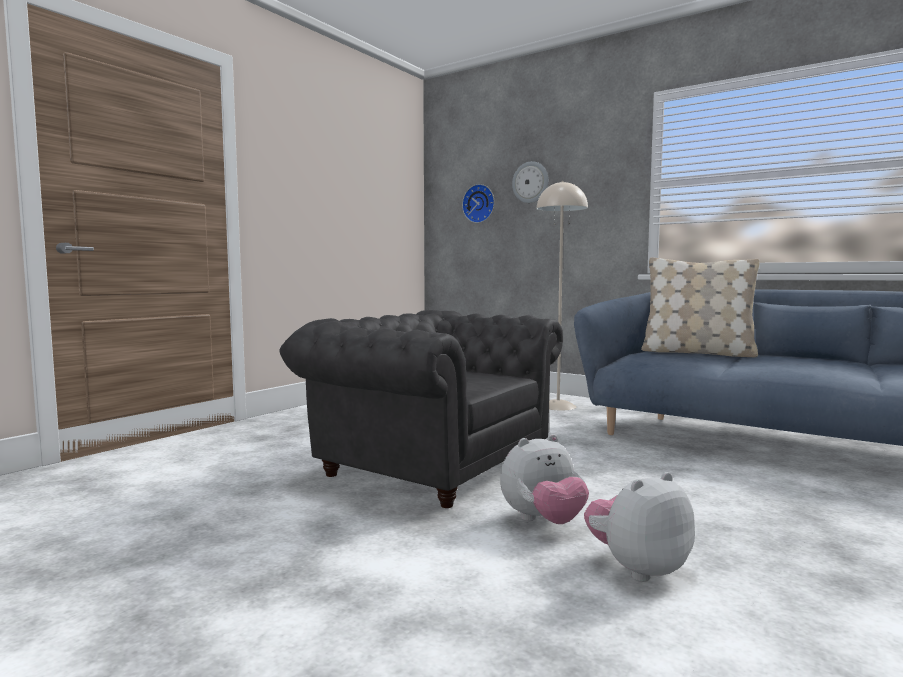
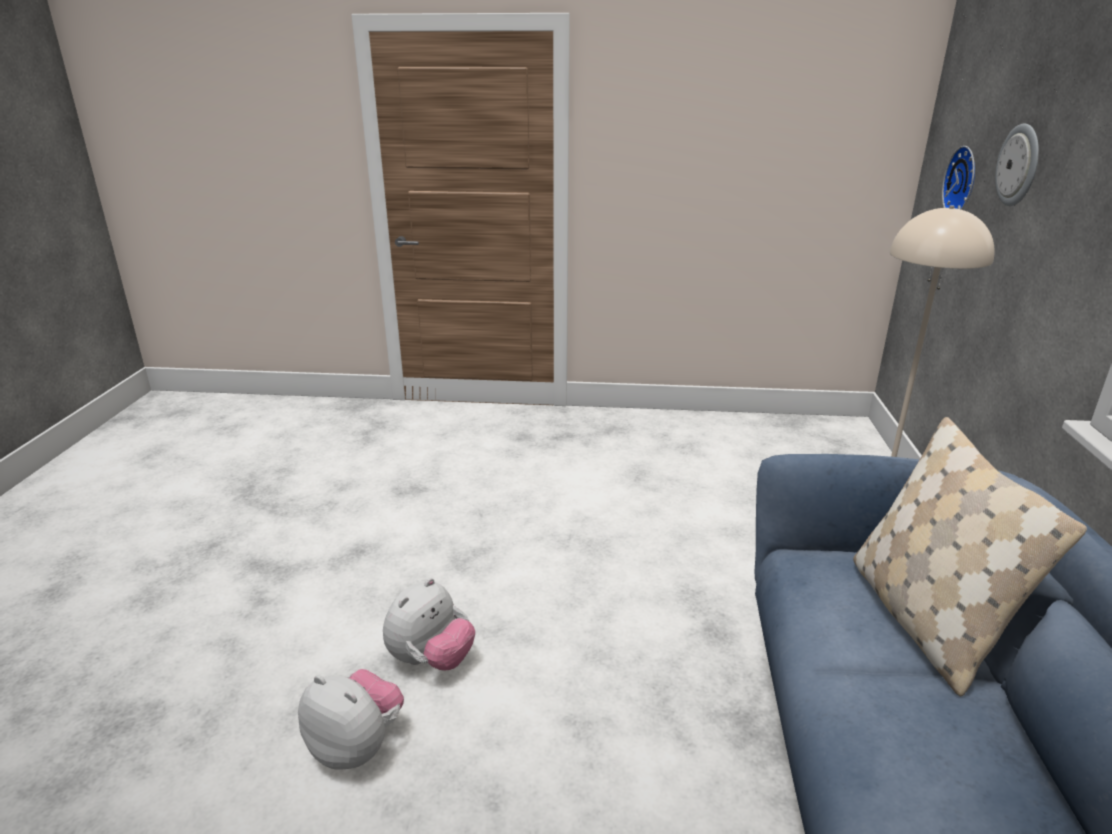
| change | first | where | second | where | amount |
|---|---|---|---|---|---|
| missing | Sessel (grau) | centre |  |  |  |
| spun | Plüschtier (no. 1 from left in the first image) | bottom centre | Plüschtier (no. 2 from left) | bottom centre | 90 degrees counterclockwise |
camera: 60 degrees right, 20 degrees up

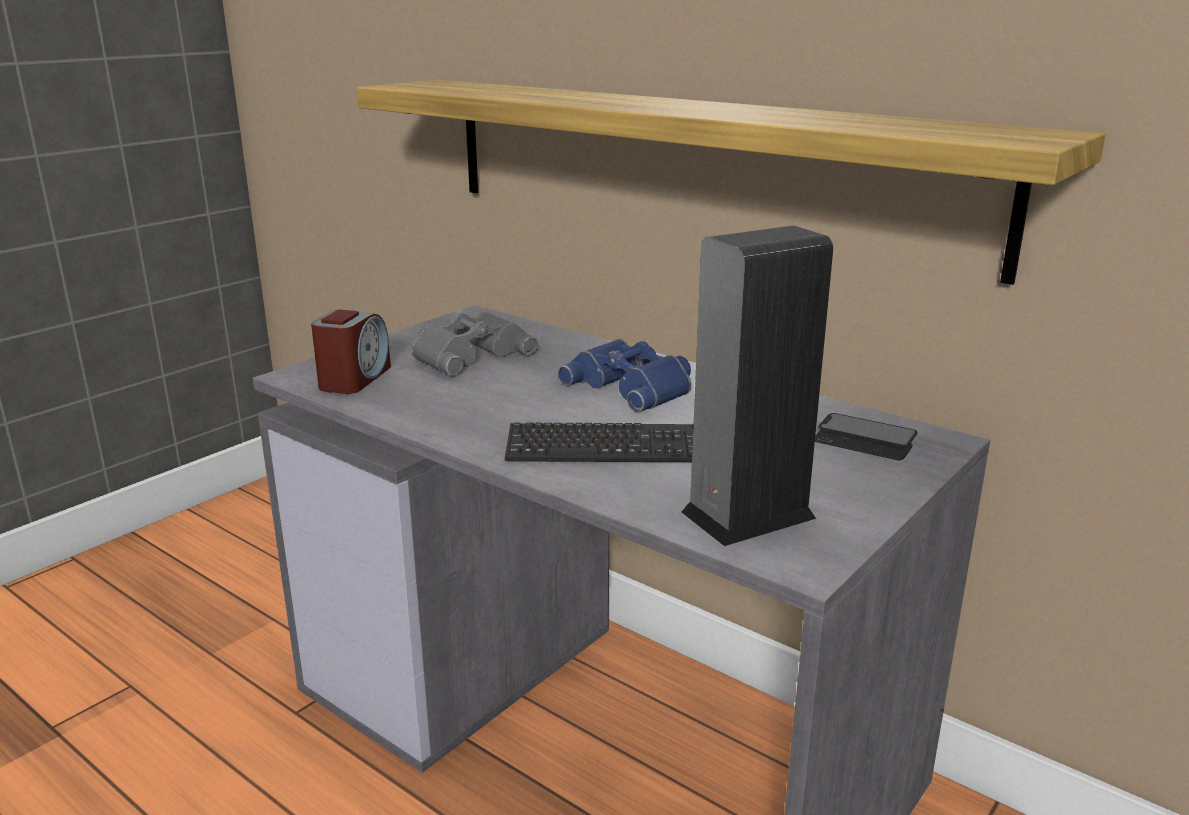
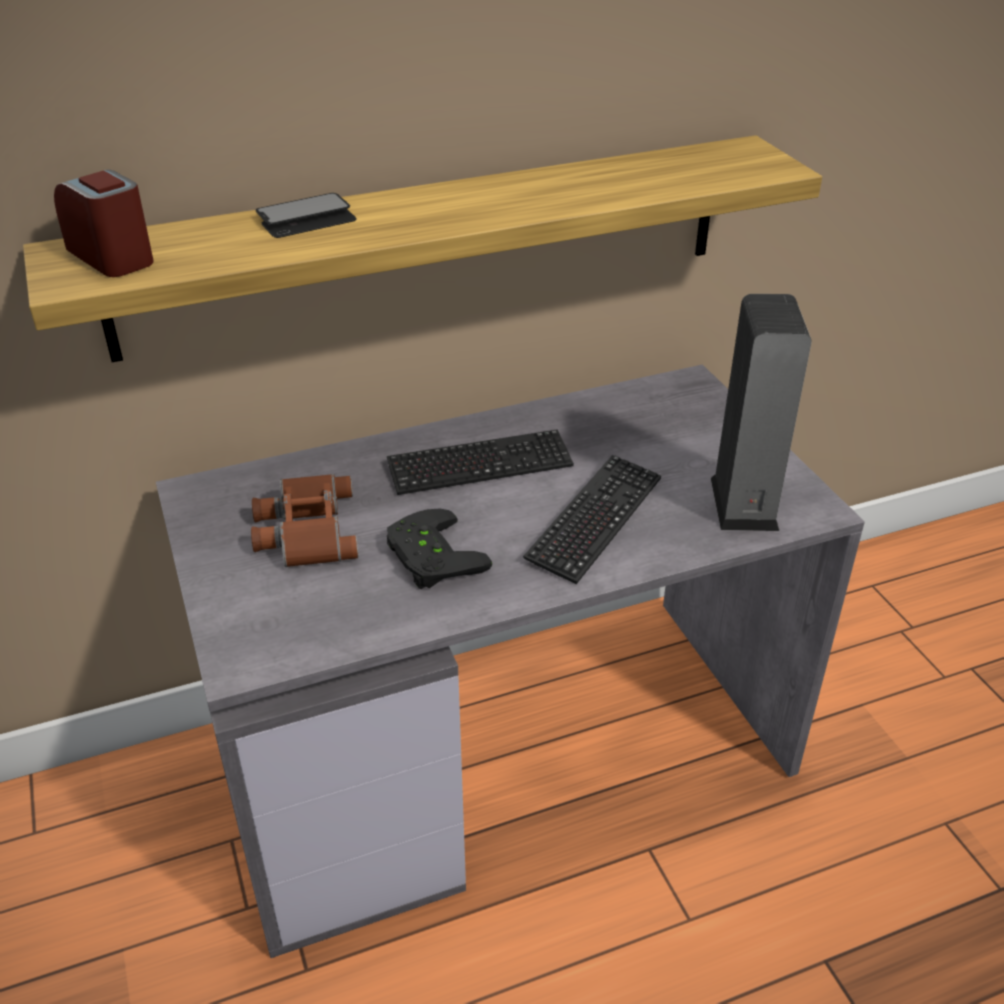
| change | first | where | second | where | amount |
|---|---|---|---|---|---|
| relocated | Wecker | middle left |  | top left |  |
| colour | Fernglas (grau) | centre | Fernglas (braun) | middle left |  |
| exchanged | Fernglas (blau) | centre | Tastatur (no. 1 from left) | centre |  |
| relocated | Handy | middle right |  | top left |  |
| appeared |  |  | Gamepad (schwarz) | centre |  |
camera: 60 degrees left, 15 degrees up

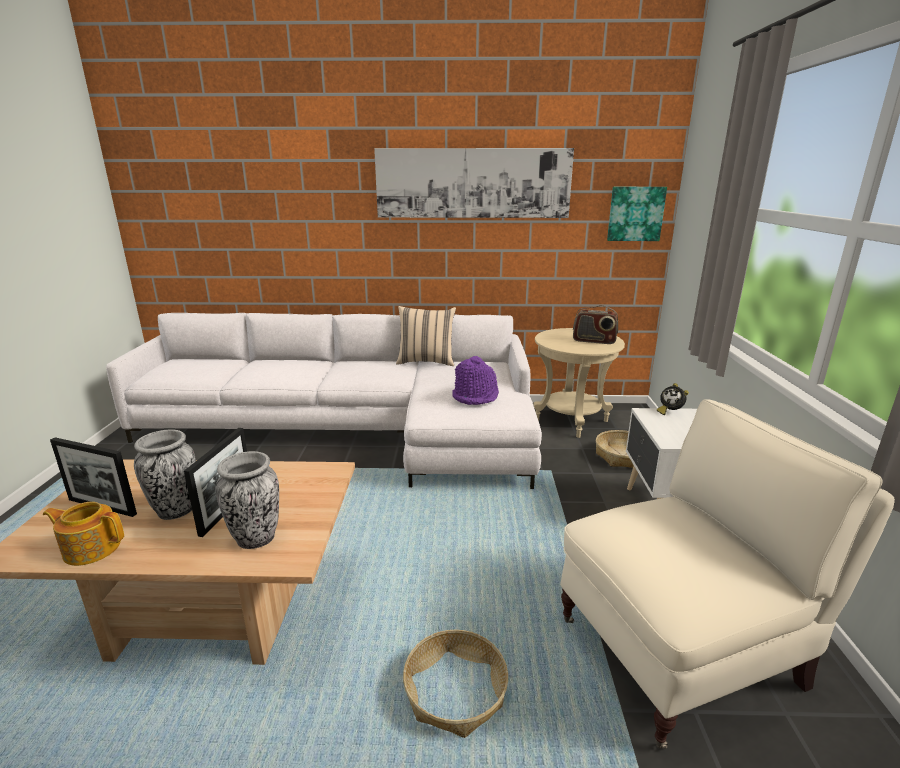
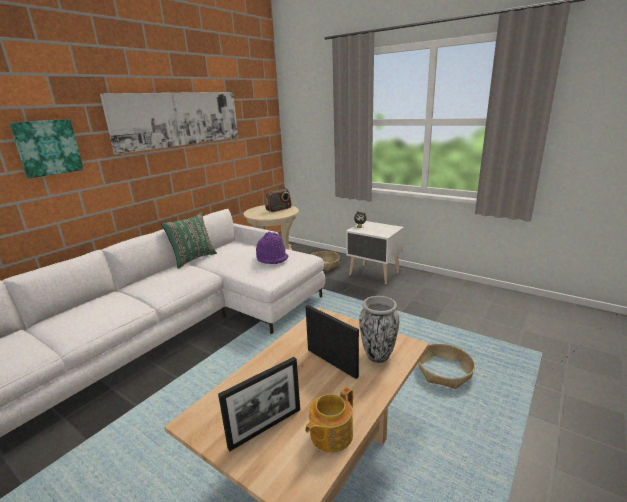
| change | first | where | second | where | amount |
|---|---|---|---|---|---|
| relocated | Bild (no. 2 from left in the first image) | top right | Bild (no. 1 from left) | top left |  |
| colour | Kissen (beige) | centre | Kissen (grün) | middle left |  |
| missing | Sessel (beige) | bottom right |  |  |  |
| missing | Vase (no. 1 from left) | middle left |  |  |  |
camera: 55 degrees left, 0 degrees up

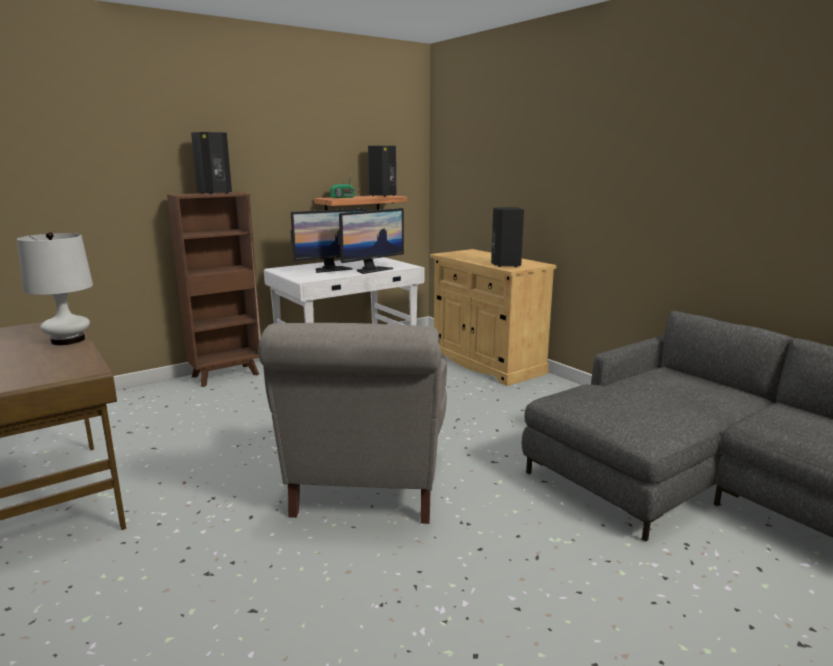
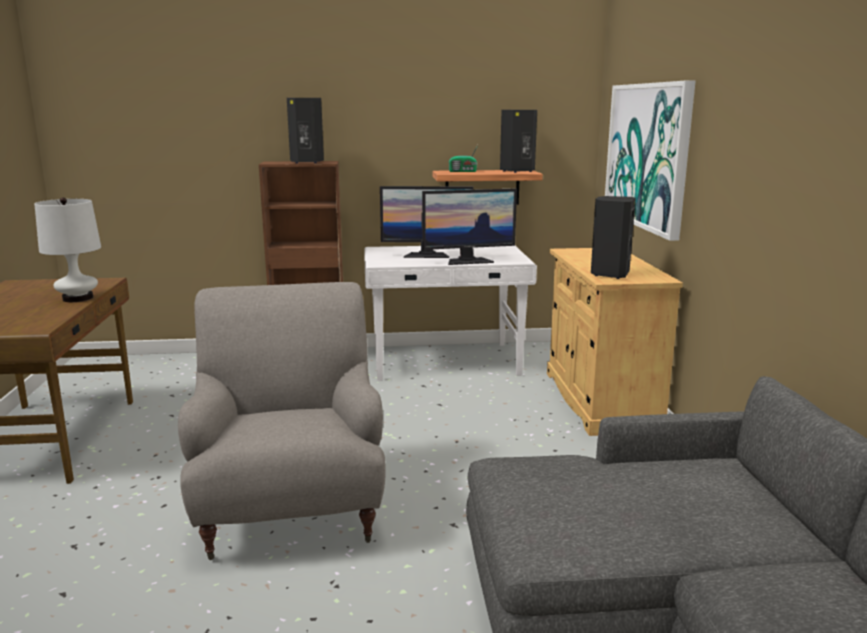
| change | first | where | second | where | amount |
|---|---|---|---|---|---|
| spun | Sessel (grau) | centre |  | middle left | 135 degrees clockwise |
| appeared |  |  | Bild | top right |  |
camera: 30 degrees right, 0 degrees up

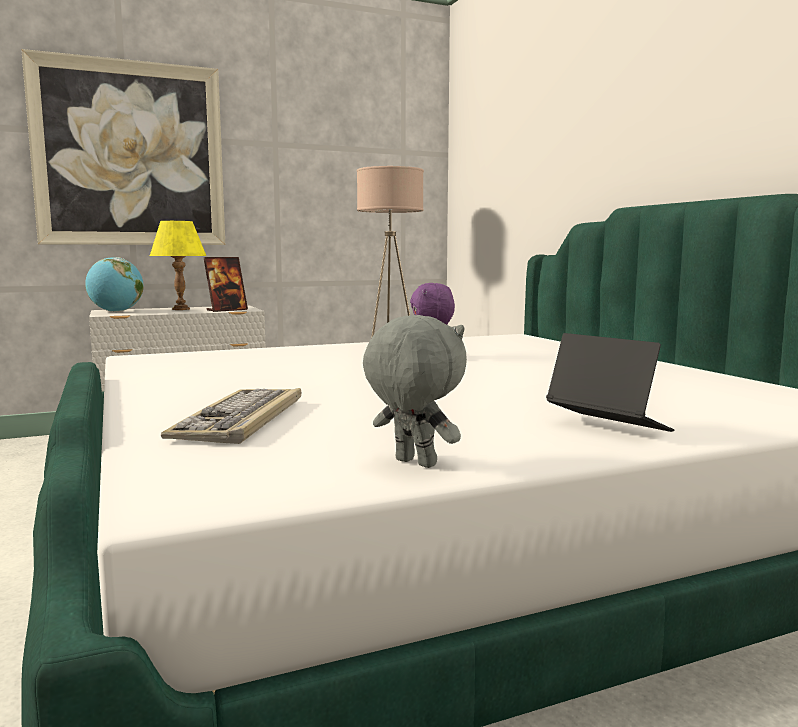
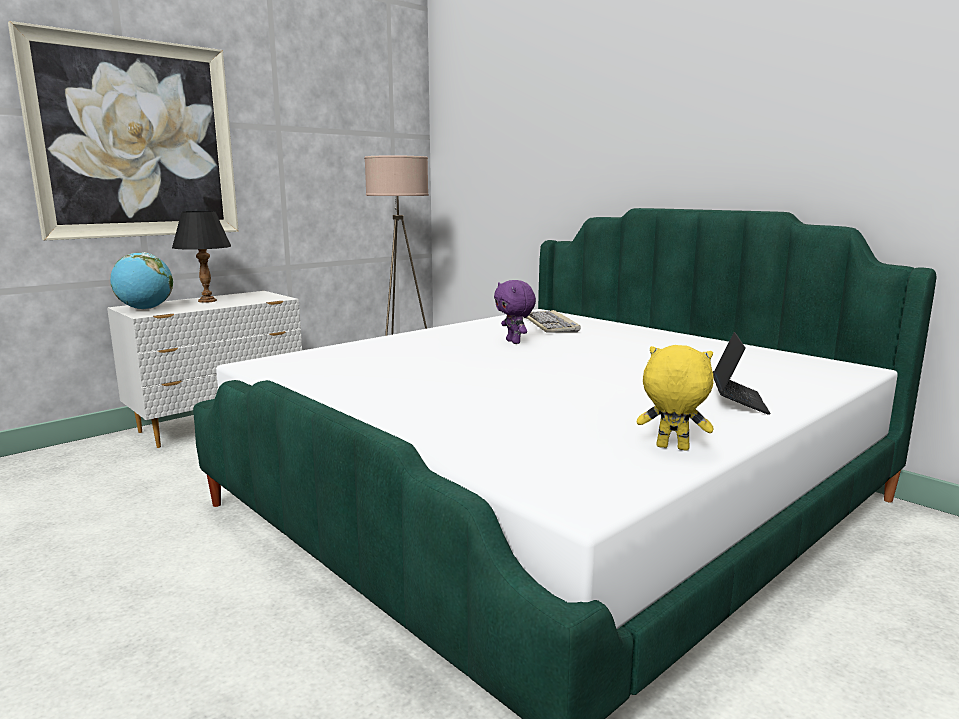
| change | first | where | second | where | amount |
|---|---|---|---|---|---|
| colour | Tischlampe (gelb) | middle left | Tischlampe (schwarz) | middle left |  |
| missing | Bilderrahmen | middle left |  |  |  |
| colour | Plüschtier (grau) | centre | Plüschtier (gelb) | middle right |  |
| spun | Laptop | middle right |  | middle right | 75 degrees clockwise |
| relocated | Tastatur | middle left |  | centre |  |
camera: 20 degrees left, 5 degrees up

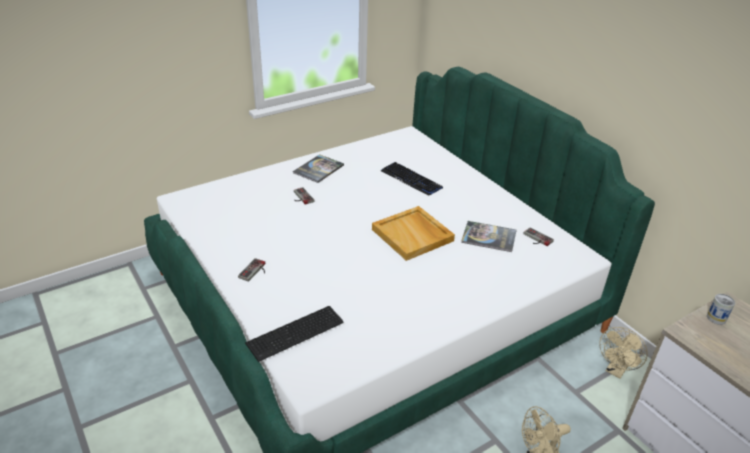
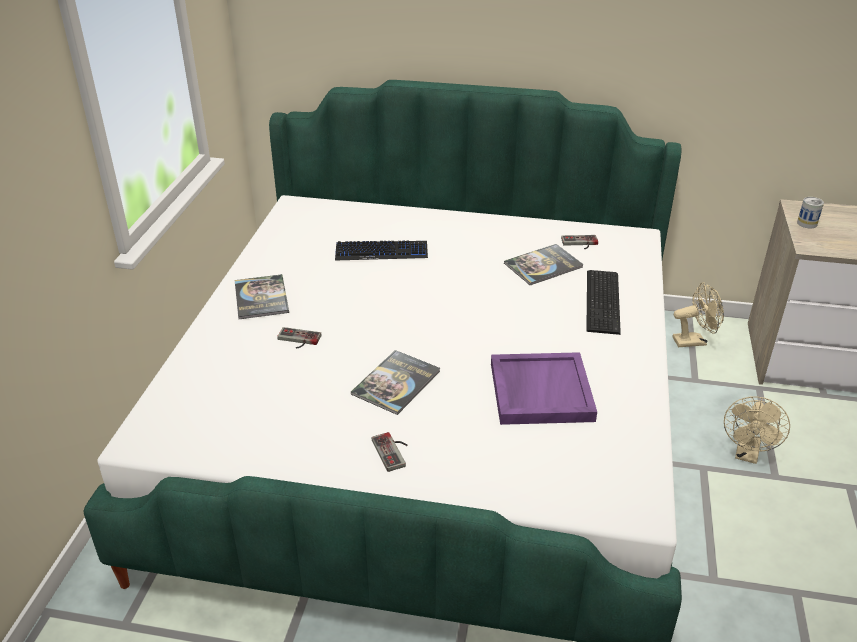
| change | first | where | second | where | amount |
|---|---|---|---|---|---|
| missing | Tablett (beige) | centre |  |  |  |
| relocated | Tastatur (no. 1 from left in the first image) | bottom centre | Tastatur (no. 2 from left) | middle right |  |
| spun | Ventilator (beige) (no. 2 from left in the first image) | bottom right | Ventilator (beige) (no. 1 from left) | middle right | 90 degrees counterclockwise |
| appeared |  |  | Buch (no. 2 from left) | centre |  |
| appeared |  |  | Tablett (lila) | centre |  |
camera: 45 degrees left, 0 degrees up

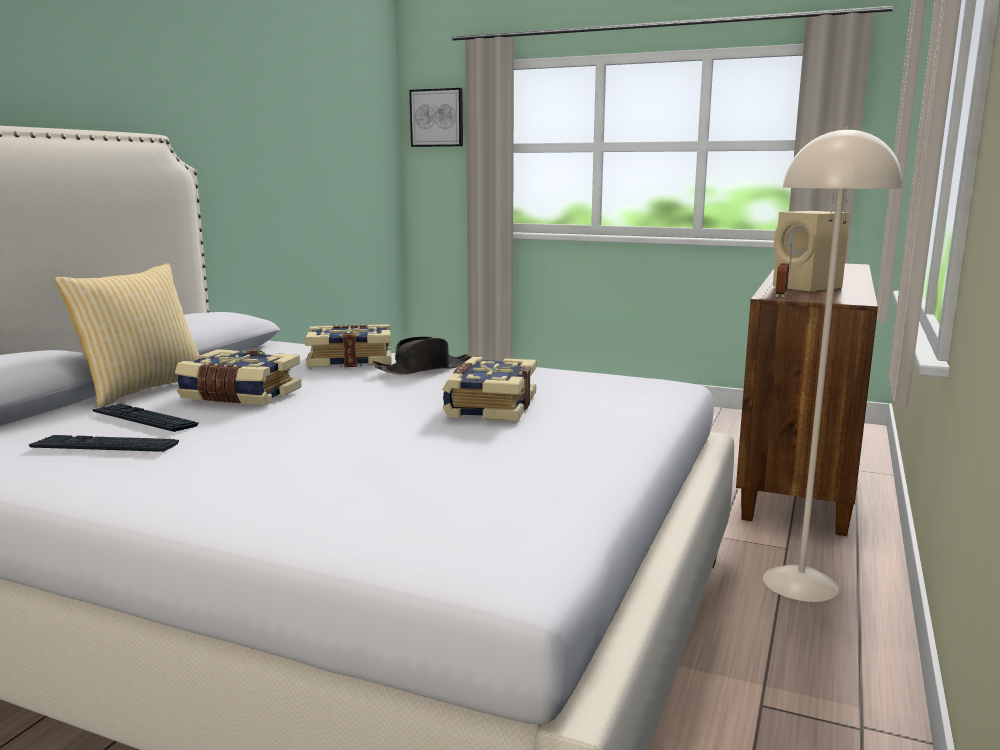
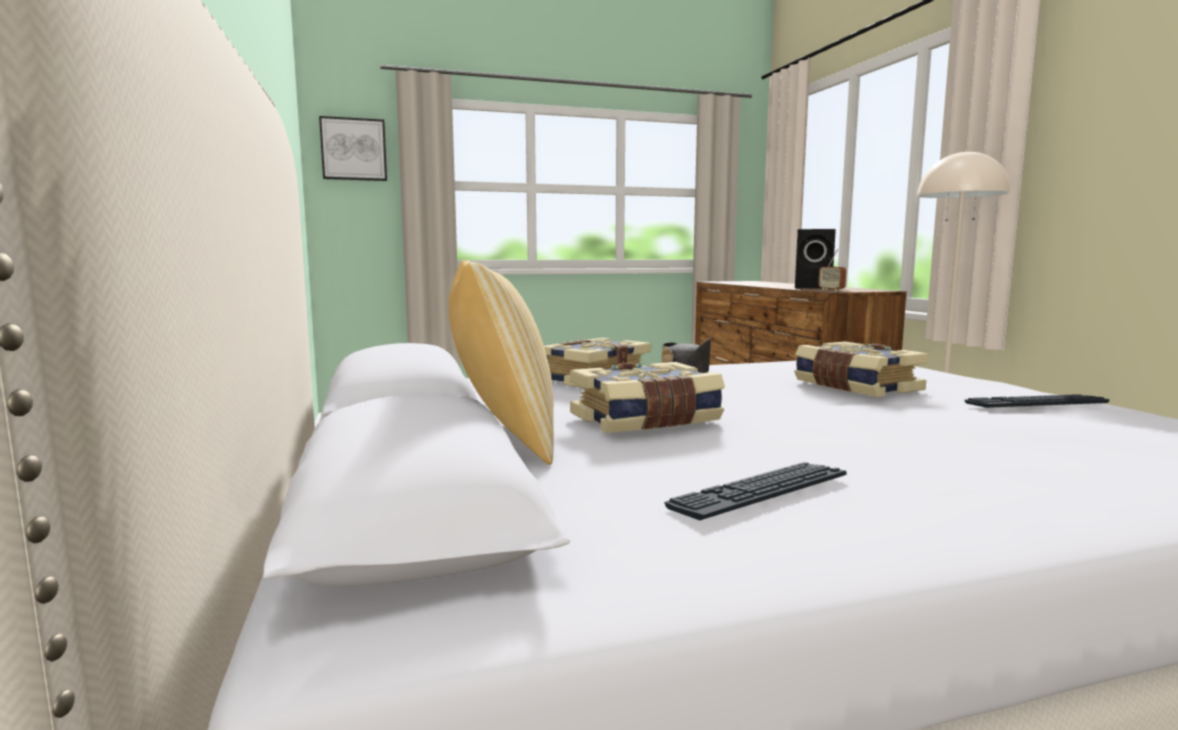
| change | first | where | second | where | amount |
|---|---|---|---|---|---|
| colour | Lautsprecher (beige) | middle right | Lautsprecher (schwarz) | middle right |  |
| relocated | Tastatur (no. 2 from left) | middle left |  | middle right |  |
camera: 40 degrees left, 5 degrees down

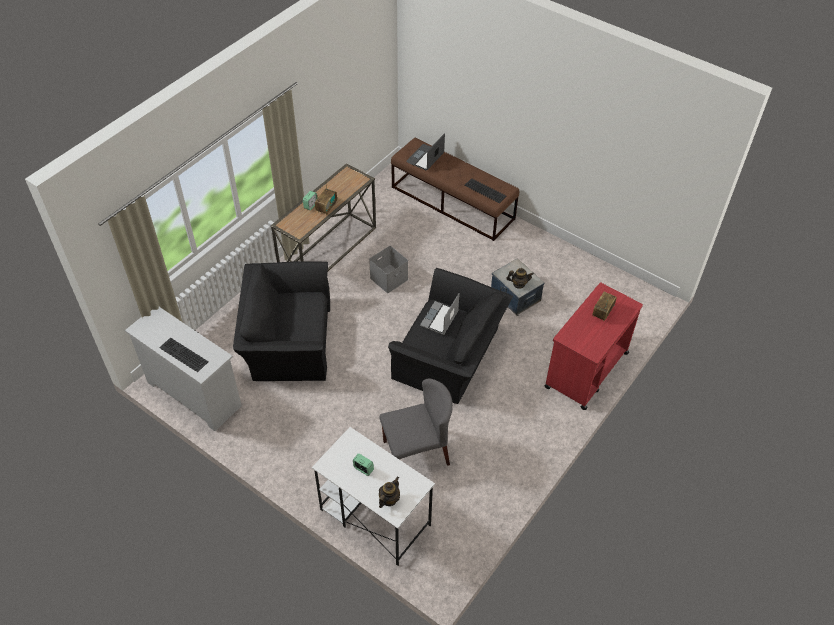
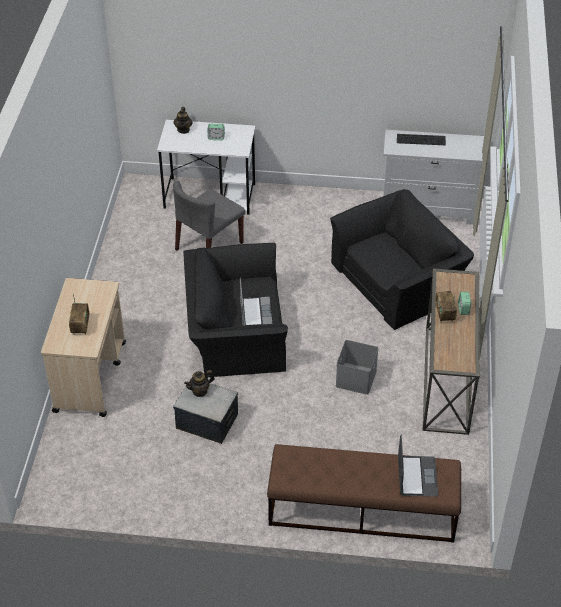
| change | first | where | second | where | amount |
|---|---|---|---|---|---|
| missing | Tastatur (no. 2 from left) | top centre |  |  |  |
| colour | Rollwagen (rot) | middle right | Rollwagen (beige) | middle left |  |
camera: 150 degrees right, 5 degrees down

